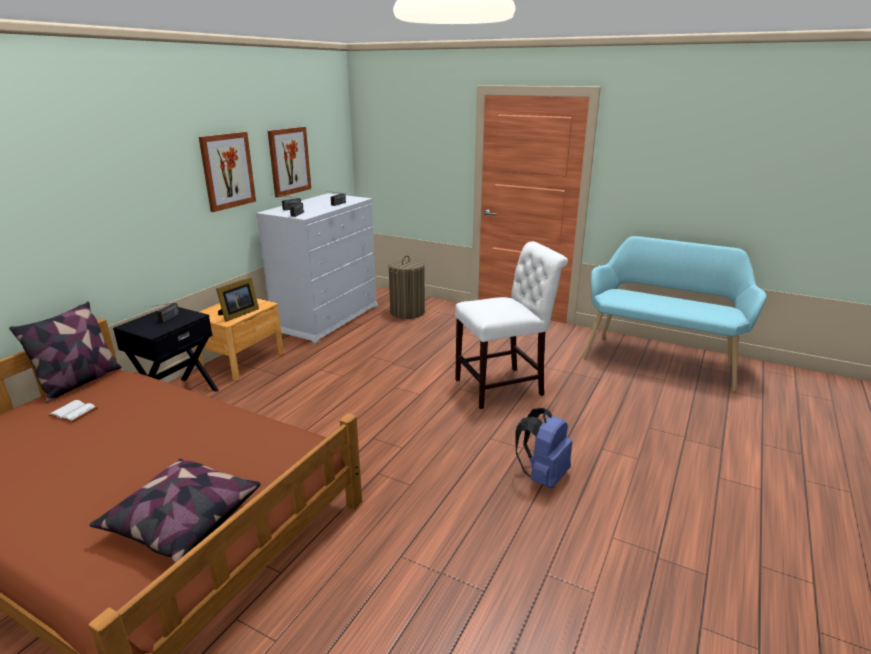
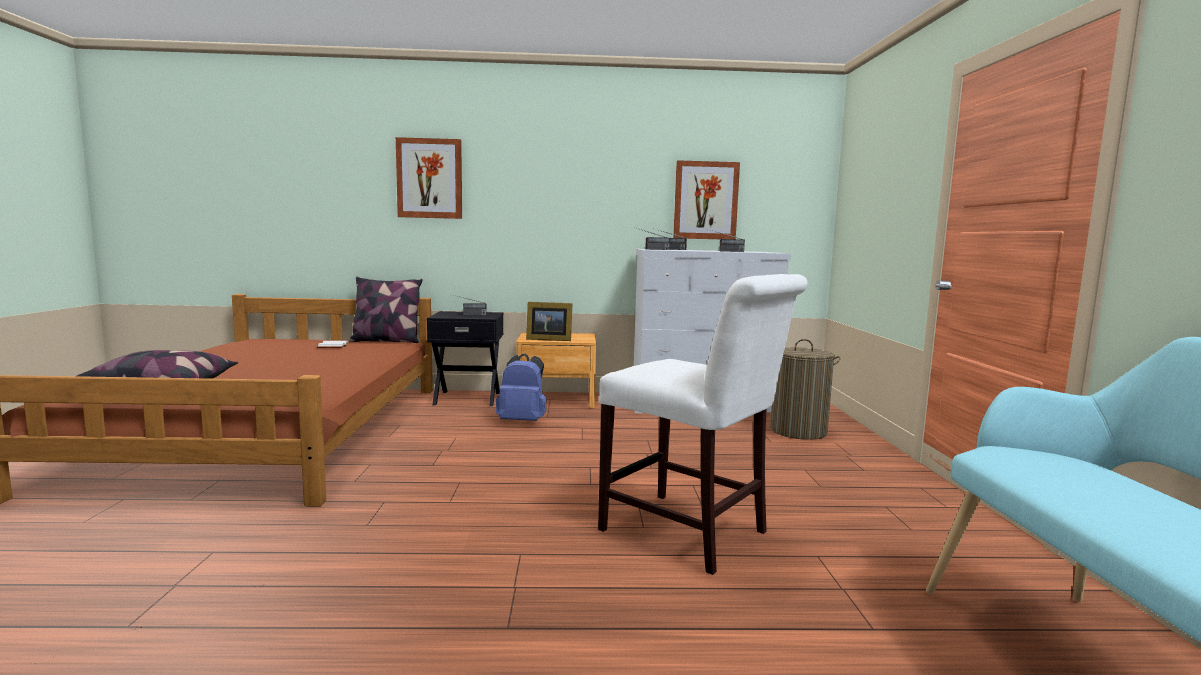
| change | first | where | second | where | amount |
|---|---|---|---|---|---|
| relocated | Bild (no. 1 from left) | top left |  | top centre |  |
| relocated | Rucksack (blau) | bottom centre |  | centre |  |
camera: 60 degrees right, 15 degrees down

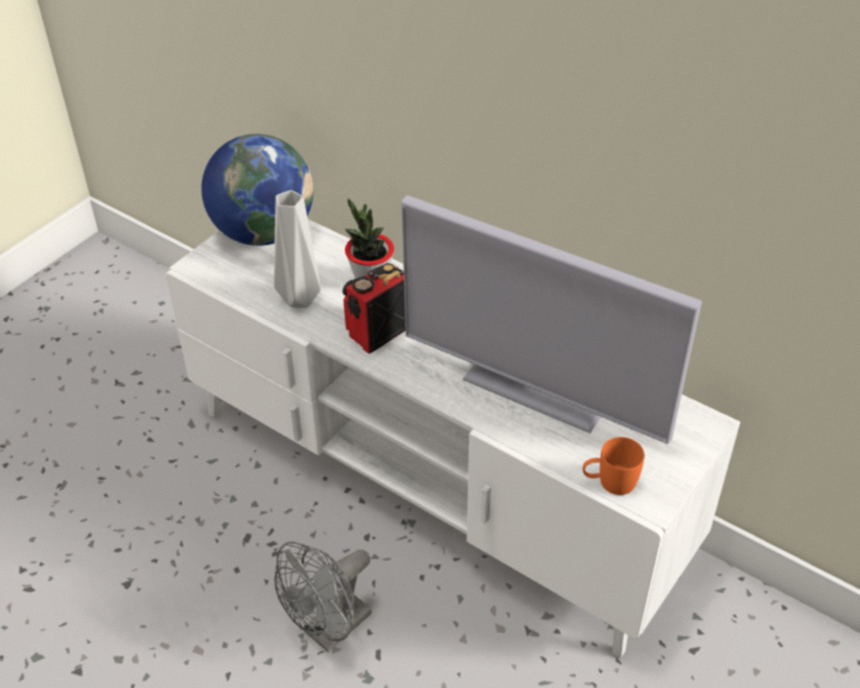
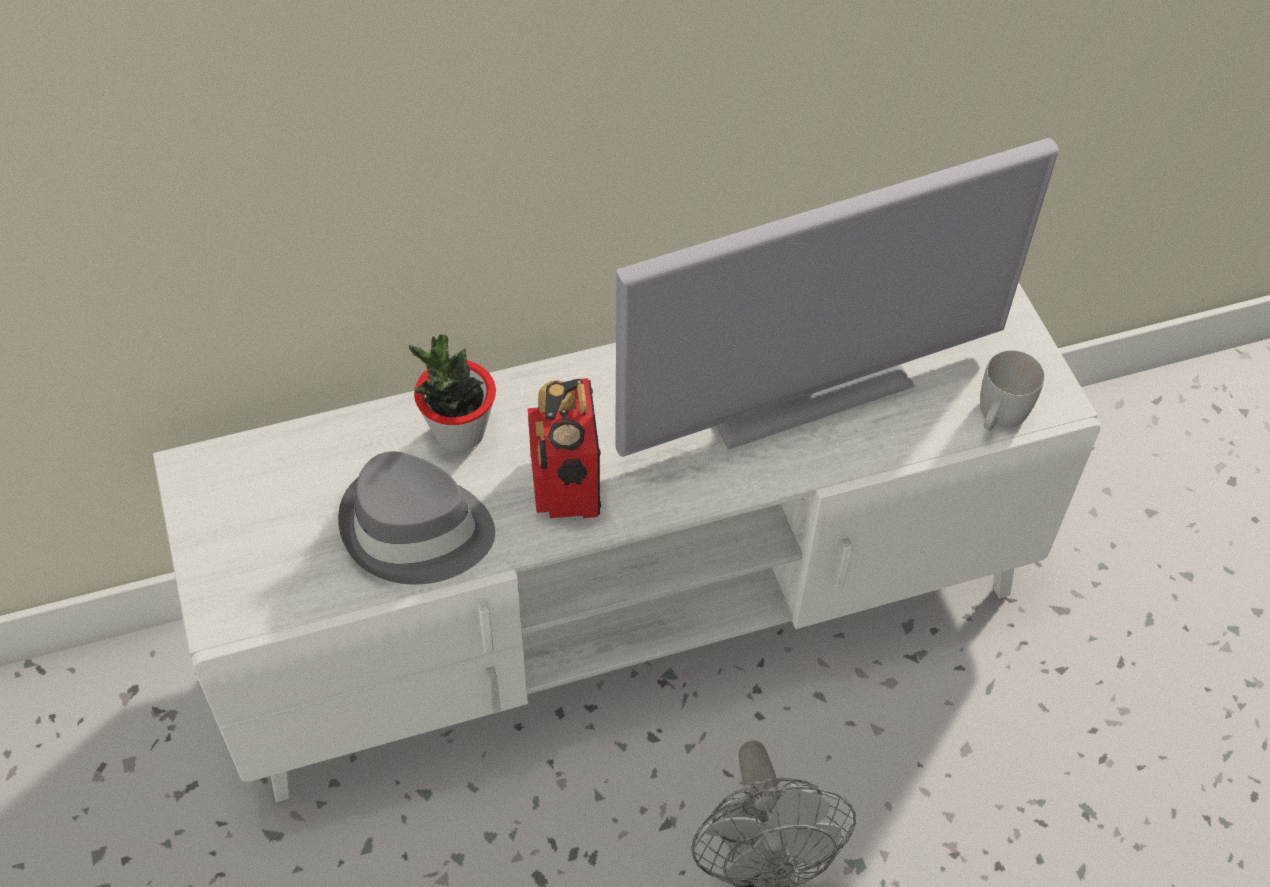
| change | first | where | second | where | amount |
|---|---|---|---|---|---|
| missing | Globus | top left |  |  |  |
| exchanged | Vase (grau) | centre | Hut (grau) | middle left |  |
| colour | Henkelbecher (orange) | bottom right | Henkelbecher (weiß) | middle right |  |
camera: 55 degrees left, 10 degrees up

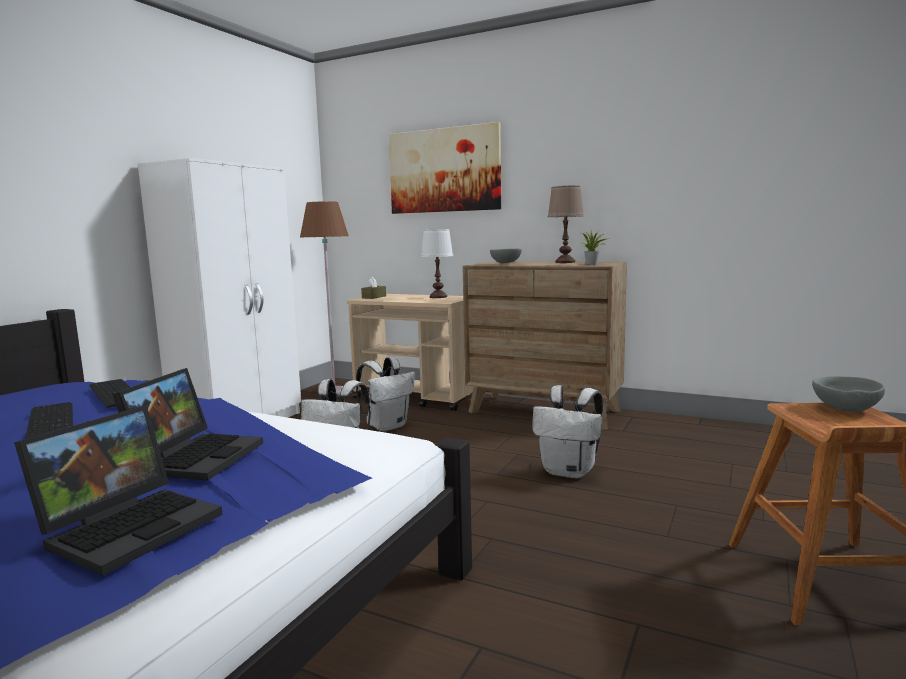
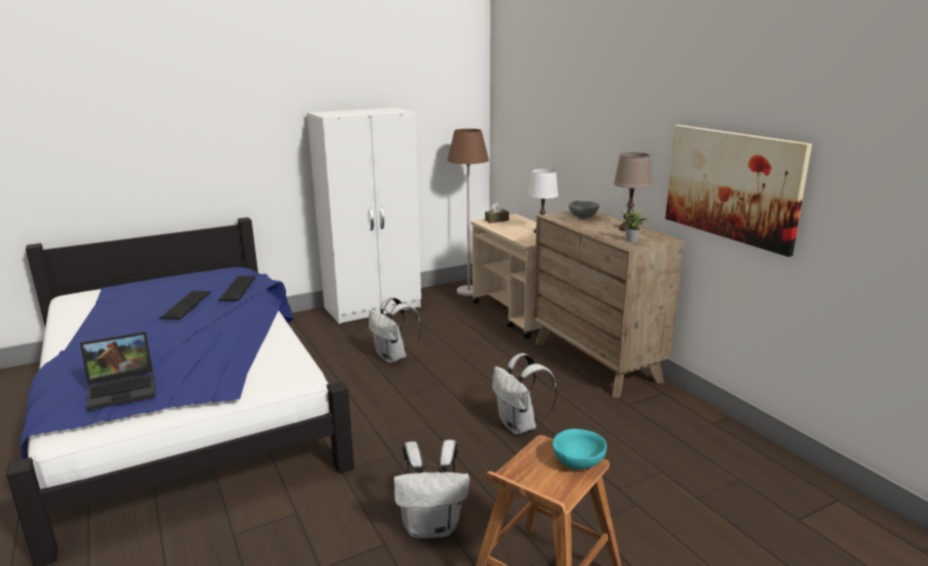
| change | first | where | second | where | amount |
|---|---|---|---|---|---|
| relocated | Bild | top centre |  | middle right |  |
| relocated | Rucksack (weiß) (no. 2 from left) | centre |  | bottom centre |  |
| missing | Laptop (no. 2 from left) | middle left |  |  |  |
| colour | Schüssel (grau) (no. 2 from left) | middle right | Schüssel (türkis) | bottom centre |  |
camera: 35 degrees right, 10 degrees up

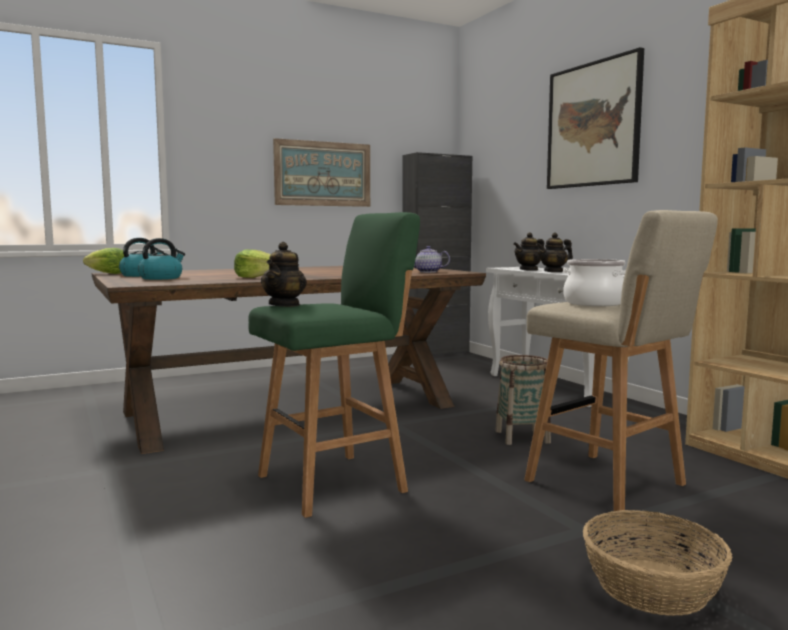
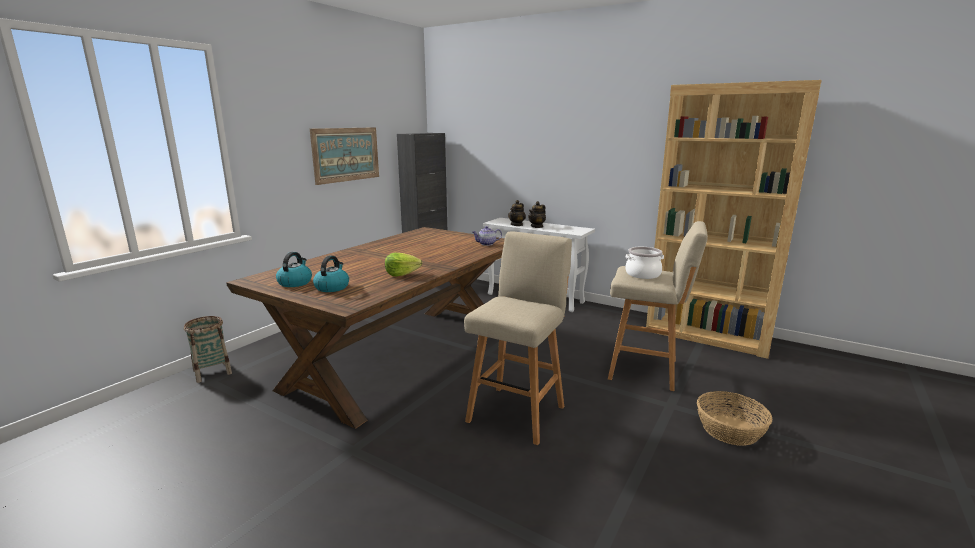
| change | first | where | second | where | amount |
|---|---|---|---|---|---|
| missing | Bild (no. 2 from left) | top right |  |  |  |
| colour | Hocker (grün) | centre | Hocker (beige) (no. 1 from left) | centre |  |
| missing | Teekanne (no. 1 from left) | centre |  |  |  |
| missing | Salatkopf (no. 1 from left) | middle left |  |  |  |
| relocated | Korb (no. 1 from left) | centre |  | middle left |  |
camera: 30 degrees left, 10 degrees up

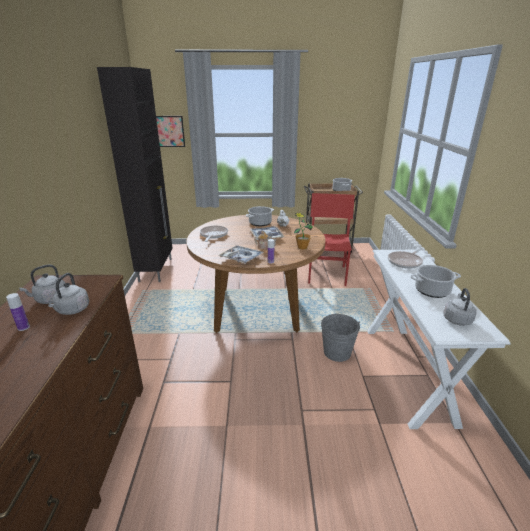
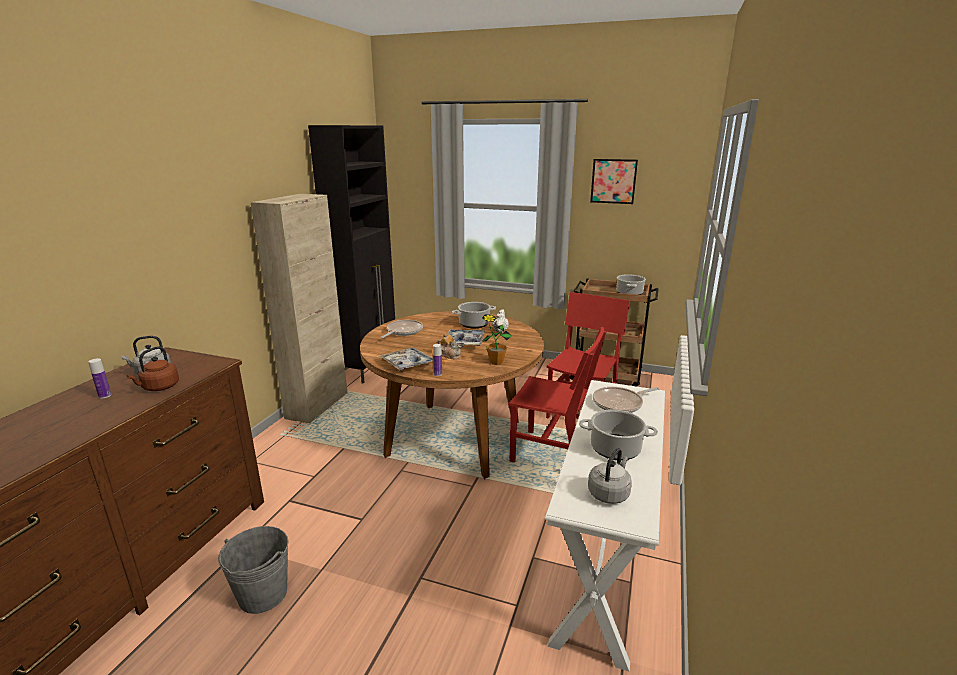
| change | first | where | second | where | amount |
|---|---|---|---|---|---|
| relocated | Bild | top left |  | top centre |  |
| colour | Wasserkessel (grau) (no. 2 from left) | middle left | Wasserkessel (braun) | middle left |  |
| relocated | Eimer (grau) | centre |  | bottom left |  |
| appeared |  |  | Schrank (beige) | middle left |  |
| appeared |  |  | Stuhl (rot) (no. 1 from left) | centre |  |
camera: 20 degrees right, 5 degrees down

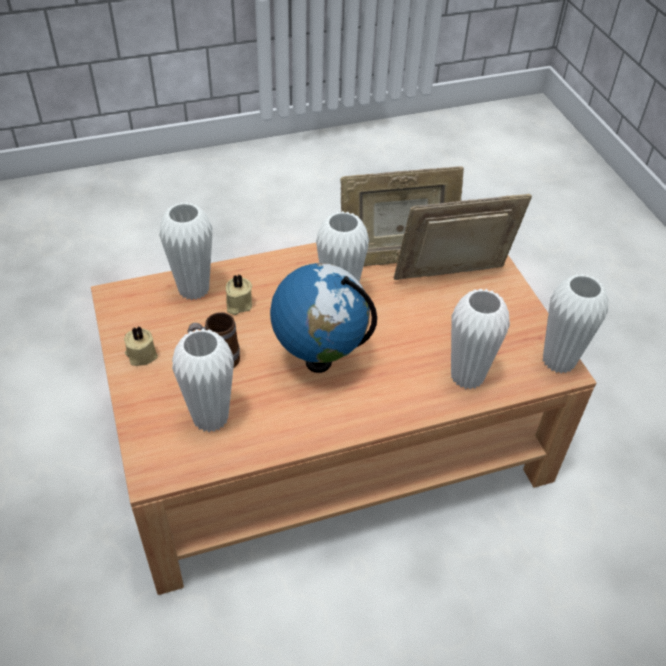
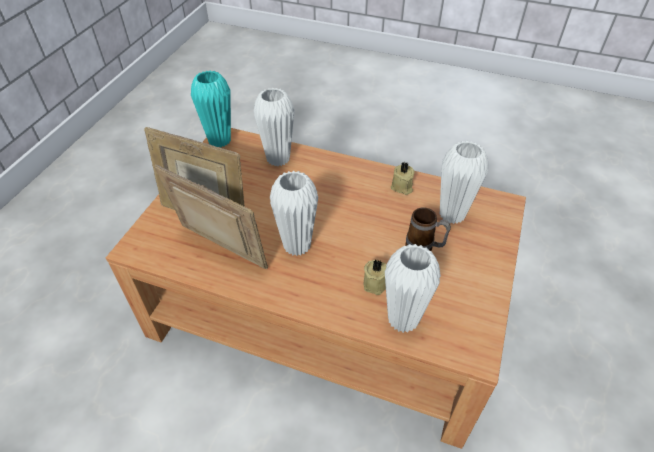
| change | first | where | second | where | amount |
|---|---|---|---|---|---|
| missing | Globus | centre |  |  |  |
| colour | Vase (weiß) (no. 5 from left) | middle right | Vase (türkis) | top left |  |
| relocated | Kerze (beige) (no. 1 from left in the first image) | middle left | Kerze (beige) (no. 2 from left) | centre |  |
camera: 140 degrees left, 0 degrees up

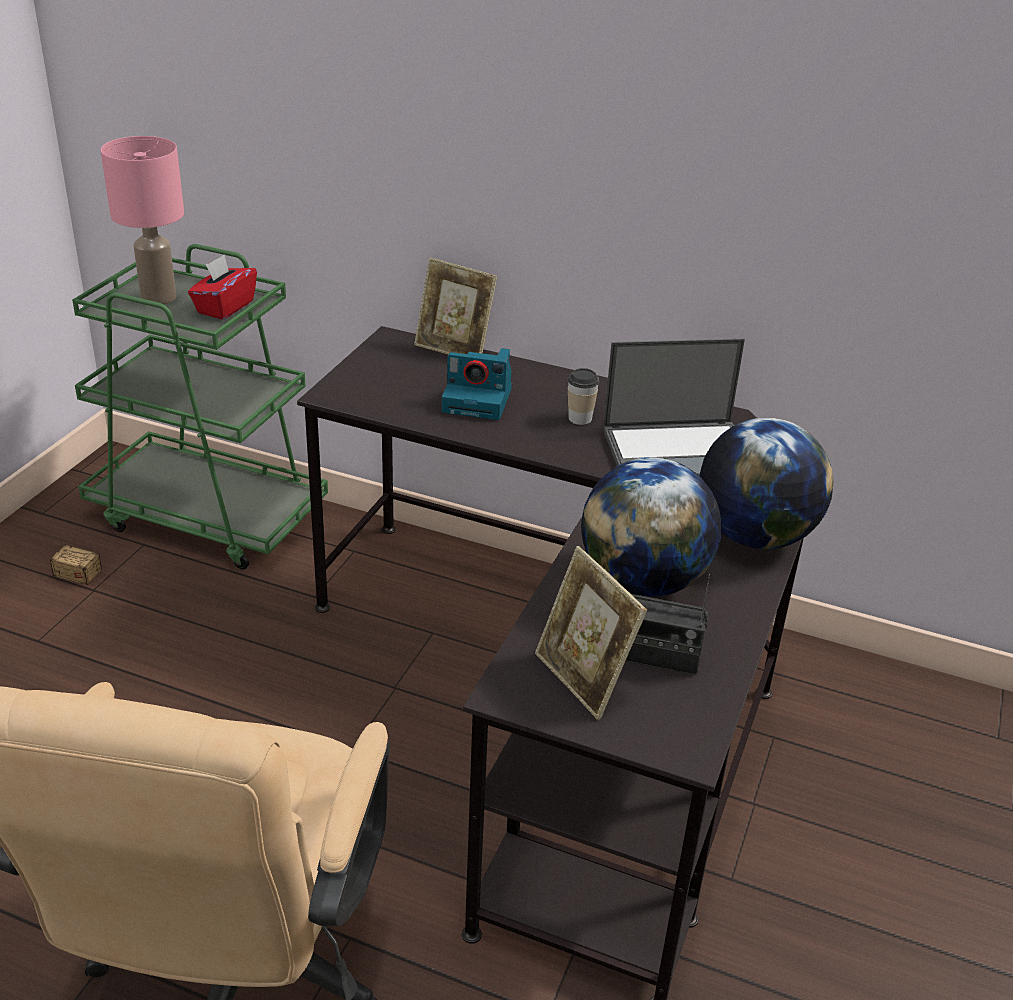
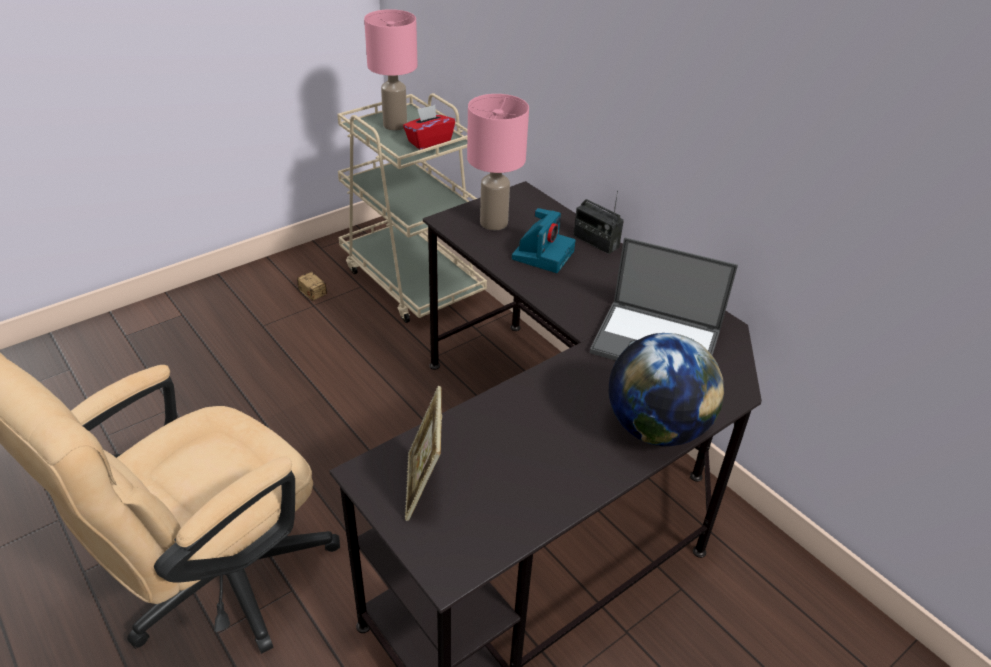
| change | first | where | second | where | amount |
|---|---|---|---|---|---|
| colour | Rollwagen (grün) | middle left | Rollwagen (beige) | top centre |  |
| missing | Bilderrahmen (no. 1 from left) | top centre |  |  |  |
| spun | Kamera | centre |  | centre | 105 degrees counterclockwise |
| missing | Tasse | centre |  |  |  |
| missing | Globus (no. 1 from left) | centre |  |  |  |
| relocated | Radio | centre |  | top centre |  |
| appeared |  |  | Tischlampe (rosa) (no. 2 from left) | top centre |  |
camera: 30 degrees right, 5 degrees up

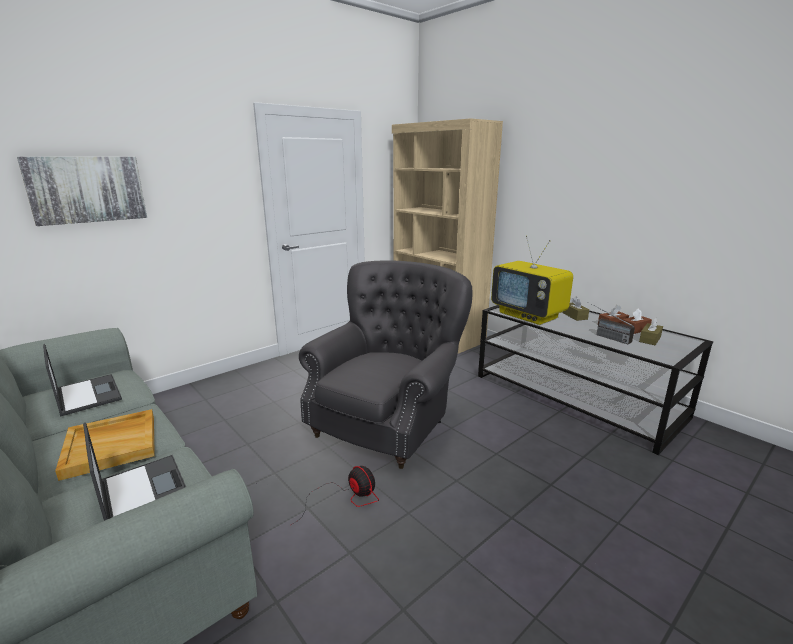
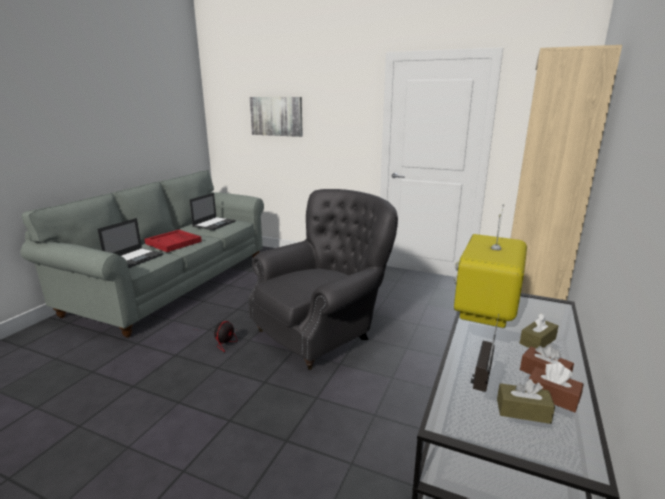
| change | first | where | second | where | amount |
|---|---|---|---|---|---|
| spun | Sessel (grau) | centre |  | centre | 45 degrees counterclockwise |
| colour | Tablett (beige) | bottom left | Tablett (rot) | middle left |  |
camera: 65 degrees right, 0 degrees up

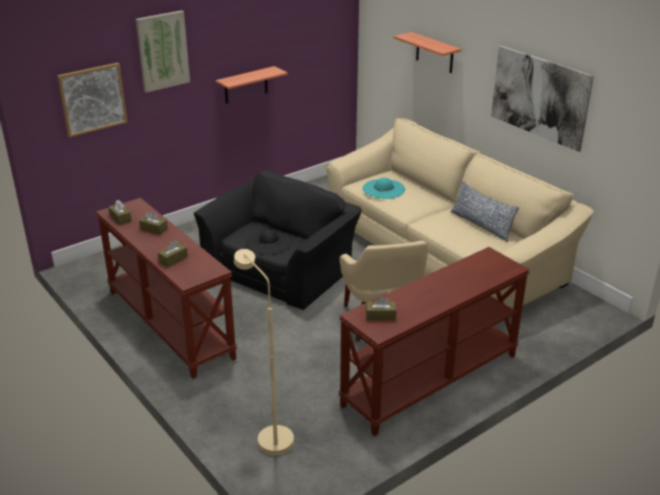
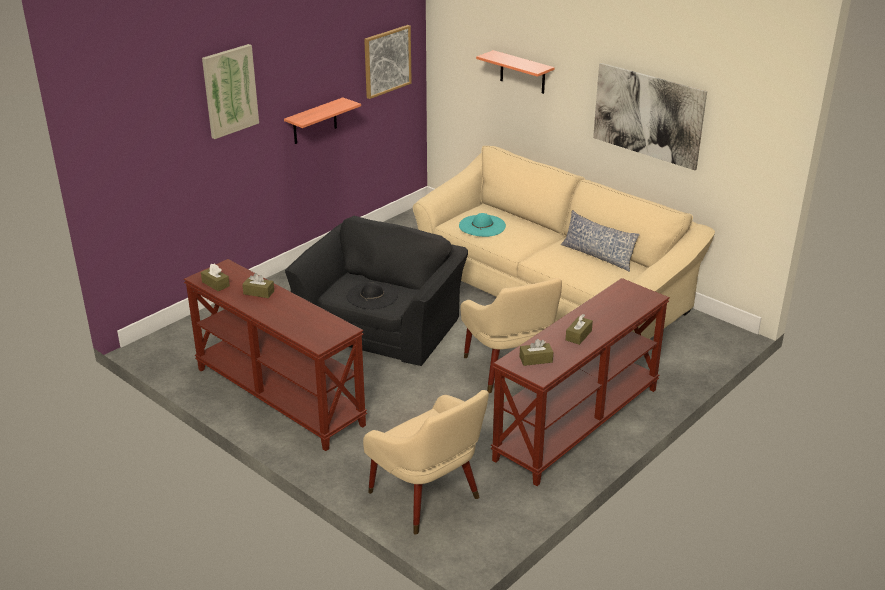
| change | first | where | second | where | amount |
|---|---|---|---|---|---|
| relocated | Bild (no. 1 from left in the first image) | top left | Bild (no. 2 from left) | top centre |  |
| relocated | Taschentuchbox (braun) (no. 3 from left in the first image) | middle left | Taschentuchbox (braun) (no. 4 from left) | centre |  |
| exchanged | Stehlampe (beige) | bottom centre | Sessel (beige) (no. 1 from left) | bottom centre |  |
camera: 10 degrees left, 0 degrees up

